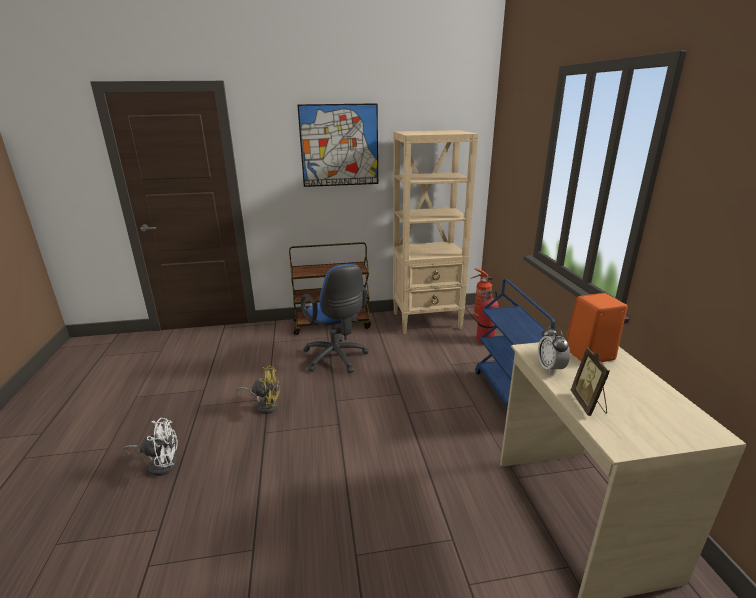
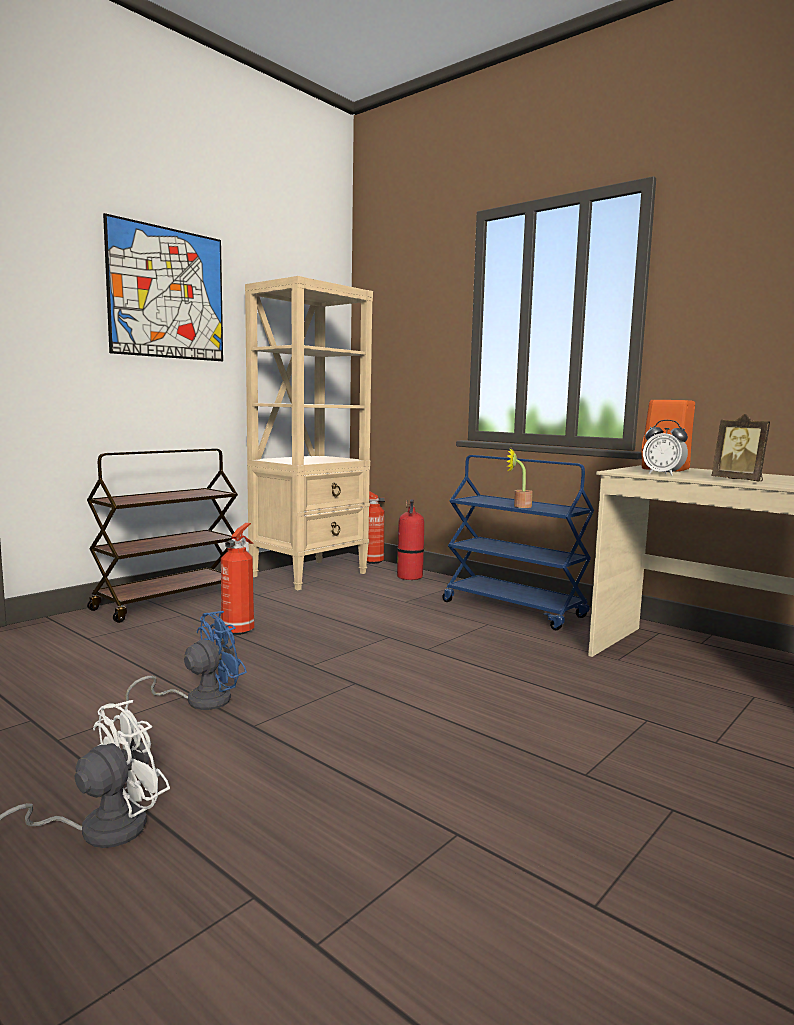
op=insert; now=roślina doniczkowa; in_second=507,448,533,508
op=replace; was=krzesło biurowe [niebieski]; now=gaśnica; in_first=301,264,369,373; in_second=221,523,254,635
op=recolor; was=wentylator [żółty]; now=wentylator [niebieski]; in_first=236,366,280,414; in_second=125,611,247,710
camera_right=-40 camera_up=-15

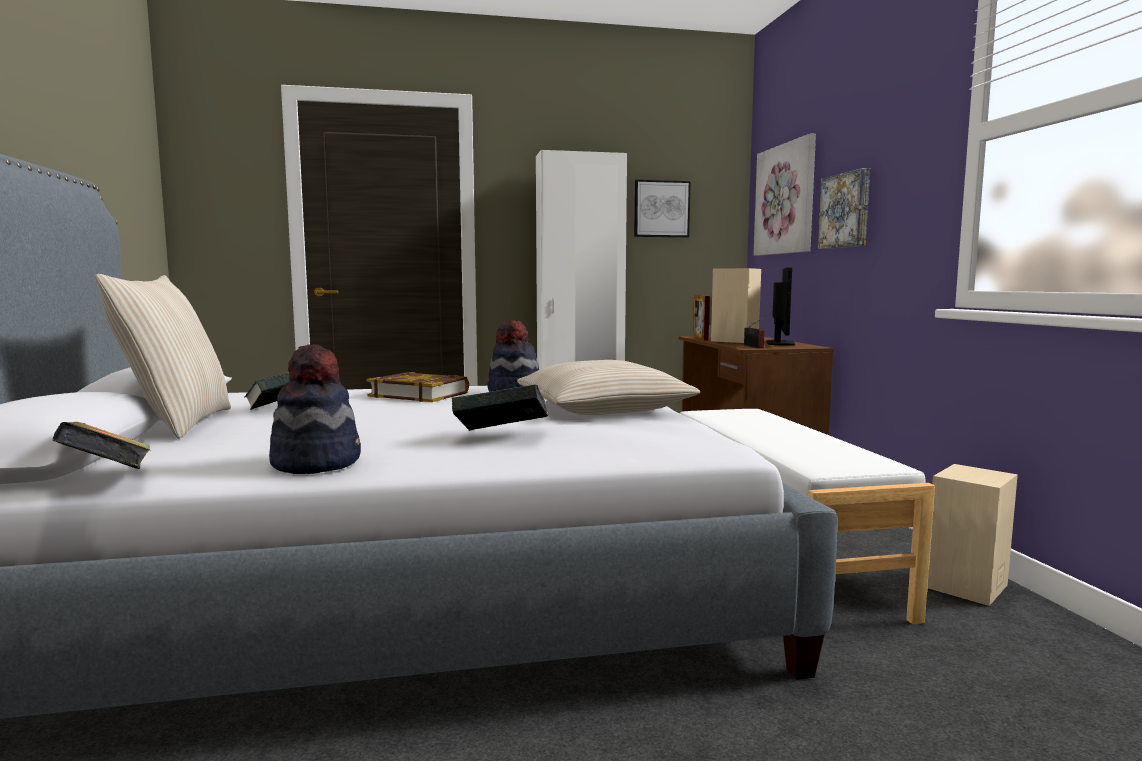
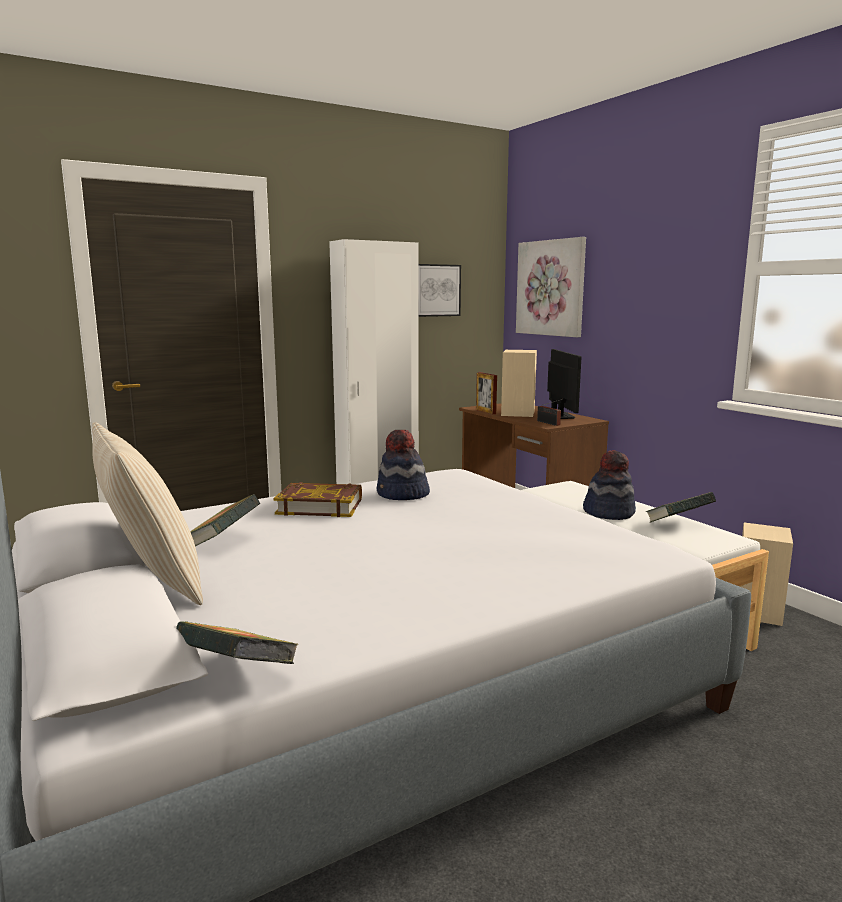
op=delete; was=poduszka [beżowy]; in_first=517,360,700,415
op=delete; was=obraz; in_first=818,168,870,249
op=move; was=kapelusz; in_first=269,344,361,474; in_second=583,450,636,520
op=move; was=książka; in_first=452,384,548,431; in_second=645,492,716,522
camera_right=-20 camera_up=5

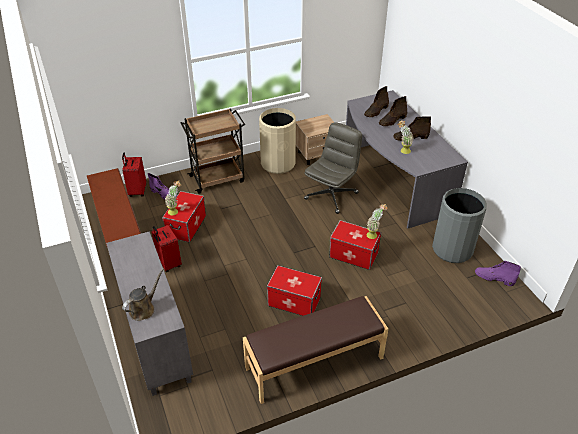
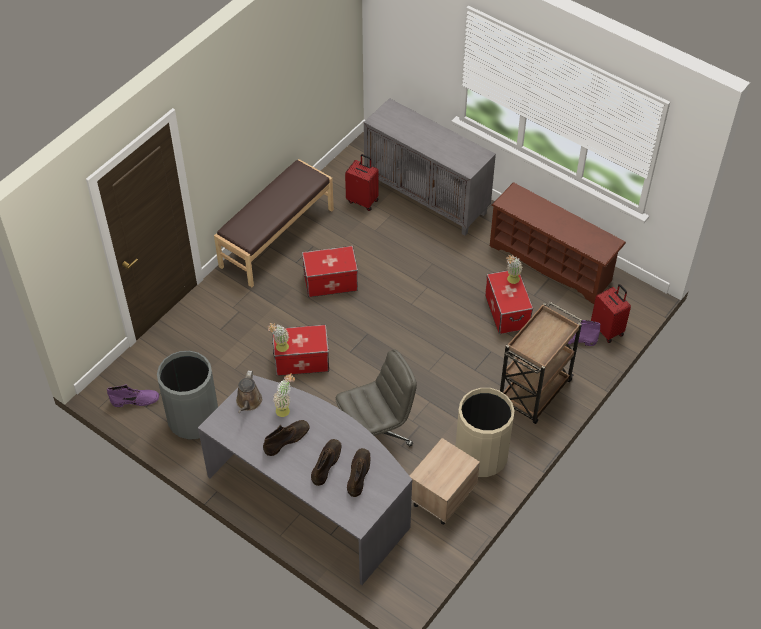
op=move; was=konewka [brązowy]; in_first=122,268,164,321; in_second=236,370,262,413
op=move; was=walizka [czerwony]; in_first=151,225,182,272; in_second=345,154,379,211
op=rotate; was=krzesło biurowe [szary]; in_first=304,123,362,214; in_second=336,349,417,446; clockwise=-120
camera_right=150 camera_up=10

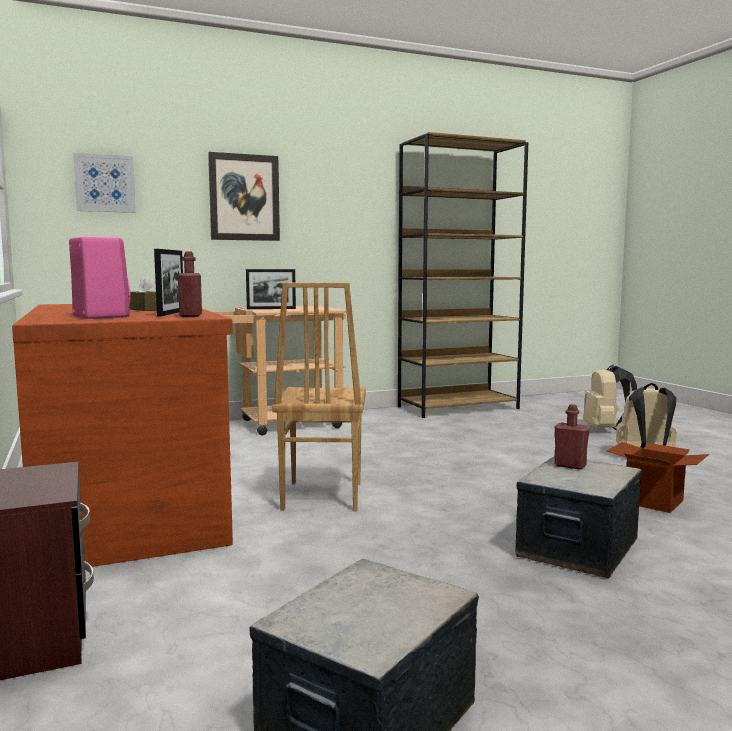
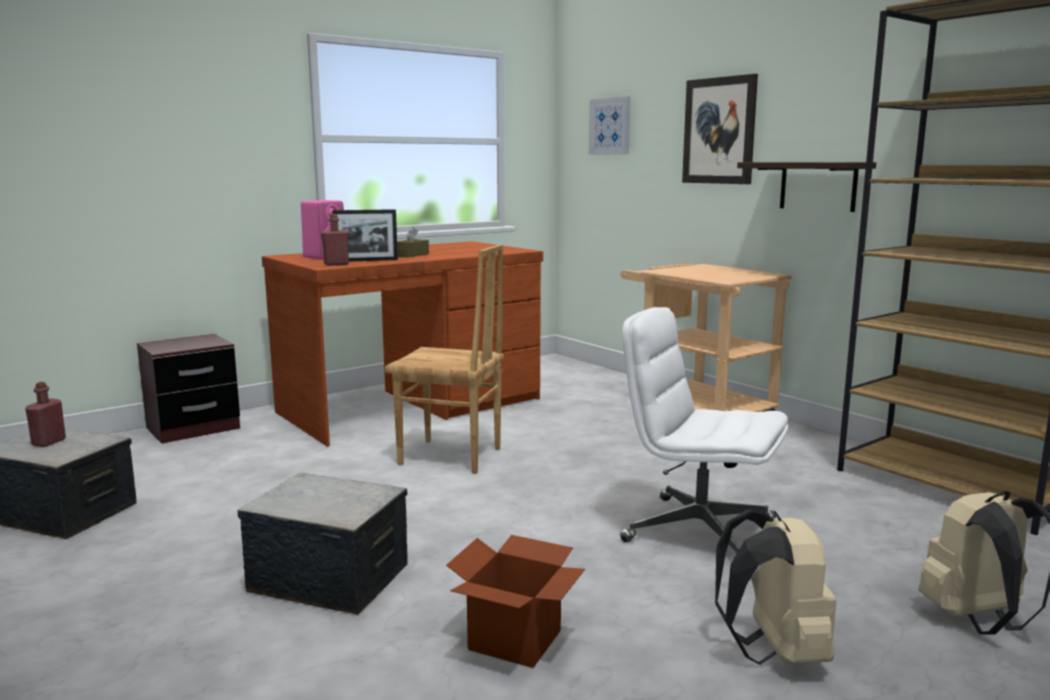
op=delete; was=ramka na zdjęcie; in_first=246,269,296,309
op=insert; now=krzesło biurowe [biały]; in_second=620,307,788,559
op=insert; now=półka; in_second=737,162,876,212
op=move; was=butelka [czerwony]; in_first=554,404,590,470; in_second=25,382,66,447
op=rotate; was=krzesło [brązowy]; in_first=272,283,366,511; in_second=385,244,504,474; clockwise=-150
camera_right=75 camera_up=5

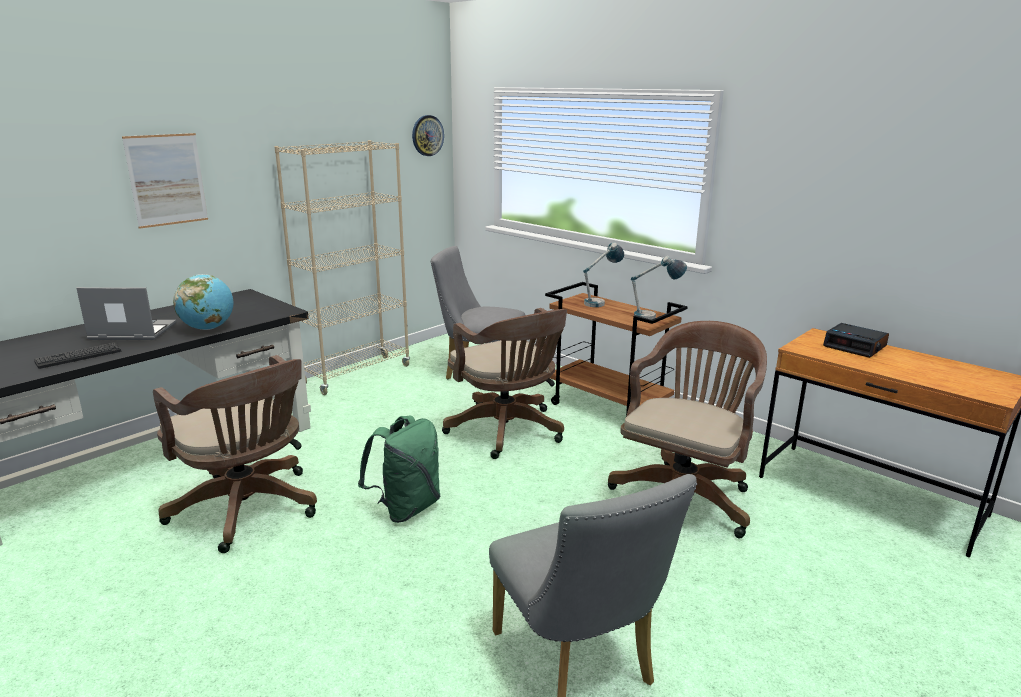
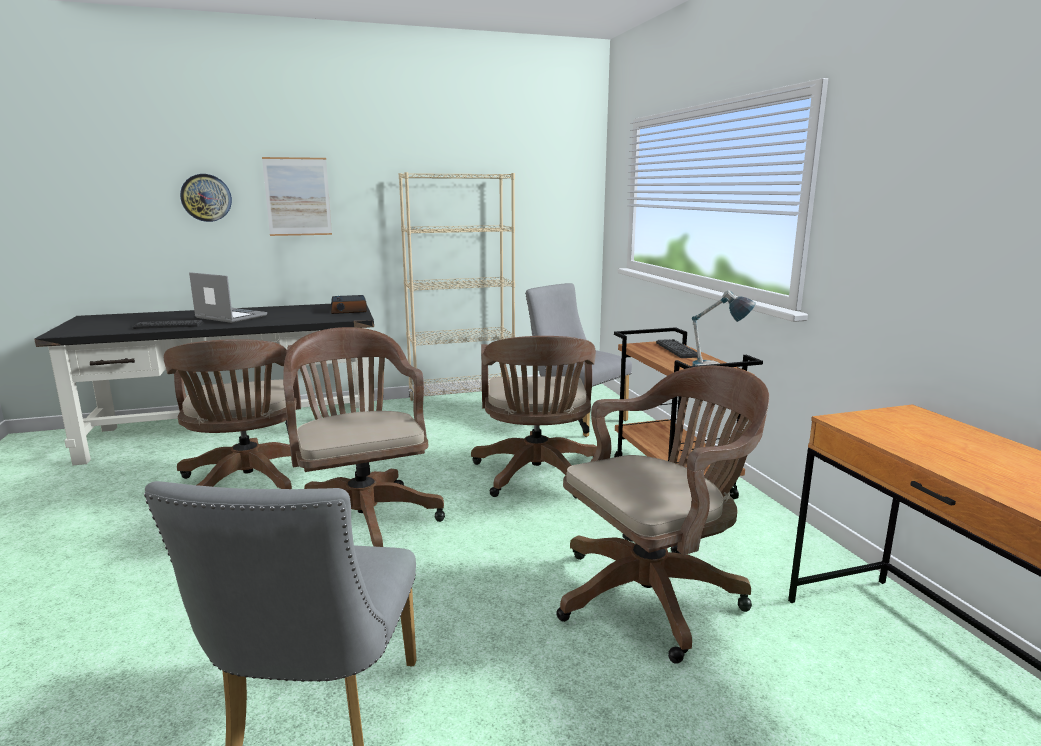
op=delete; was=globus; in_first=173,274,233,330
op=move; was=zegar ścienny; in_first=412,115,444,156; in_second=180,174,232,222
op=move; was=budzik; in_first=823,323,889,358; in_second=331,295,367,314
op=replace; was=plecak [zielony]; now=krzesło biurowe [brązowy]; in_first=358,416,441,523; in_second=283,327,445,547
op=replace; was=lampa stołowa; now=klawiatura; in_first=583,242,624,307; in_second=656,339,698,358
camera_right=30 camera_up=-5

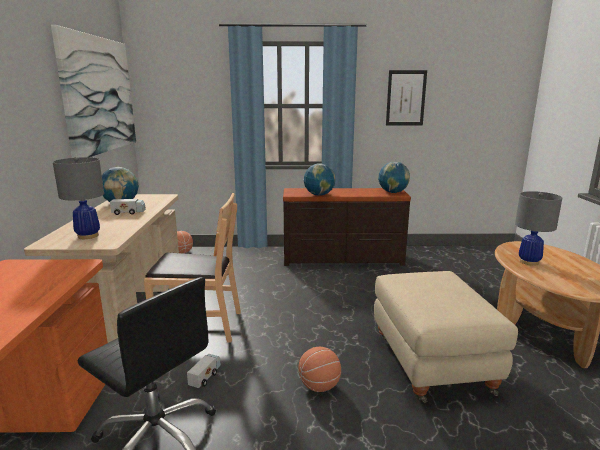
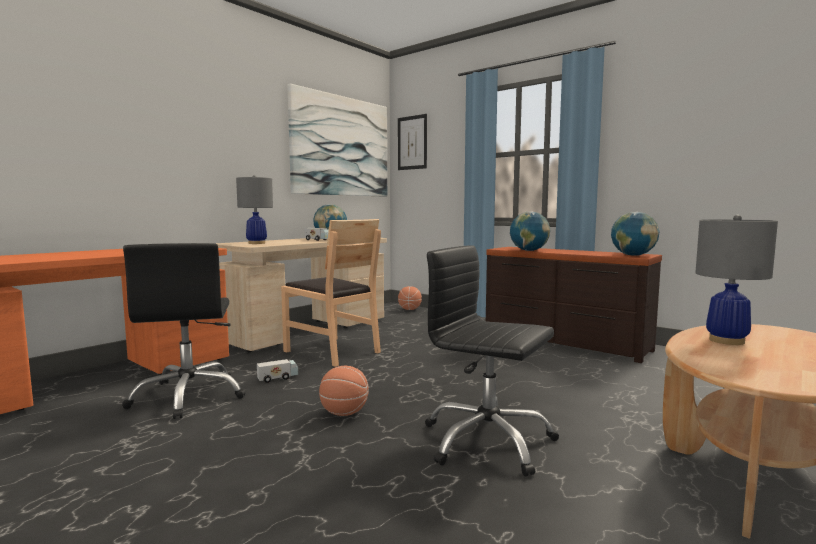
op=move; was=obraz; in_first=386,70,427,125; in_second=398,114,427,170
op=replace; was=pufa [beżowy]; now=krzesło biurowe [czarny]; in_first=374,271,518,403; in_second=425,245,559,477
camera_right=40 camera_up=-10

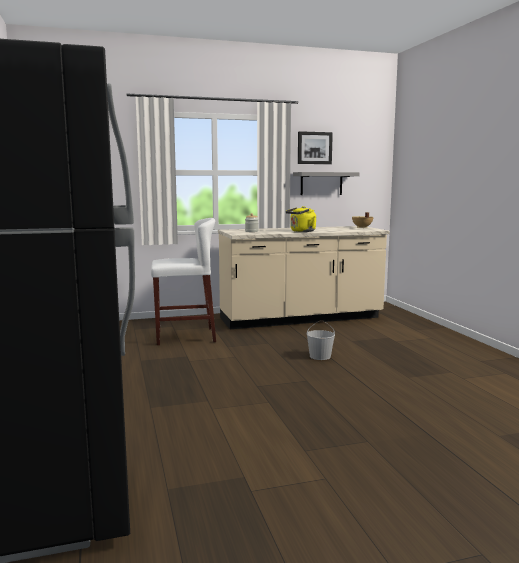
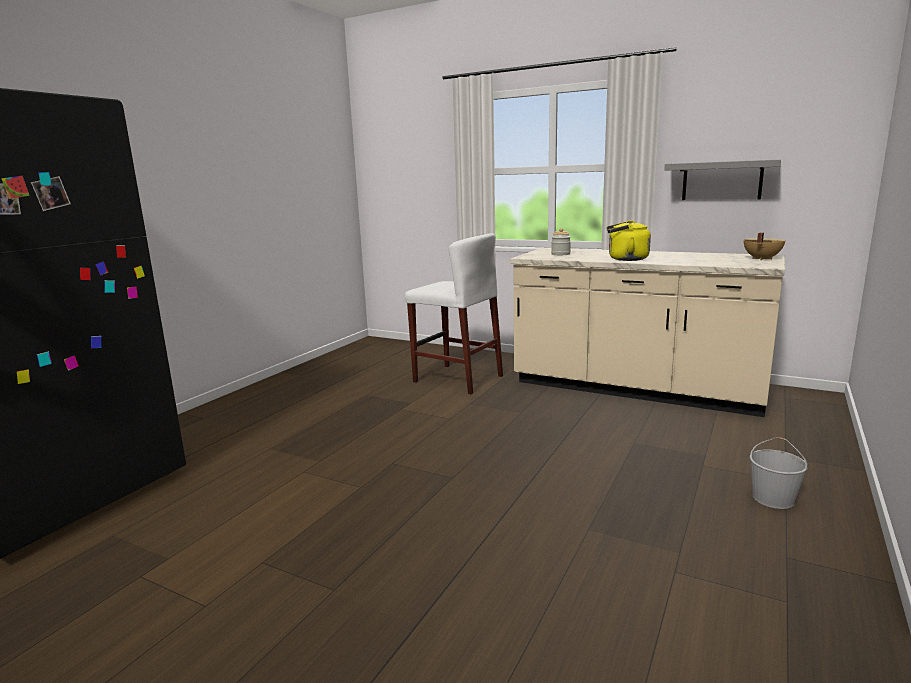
op=delete; was=obraz; in_first=298,131,333,164
op=move; was=wiadro [biały]; in_first=307,320,335,360; in_second=750,437,808,509
camera_right=45 camera_up=5

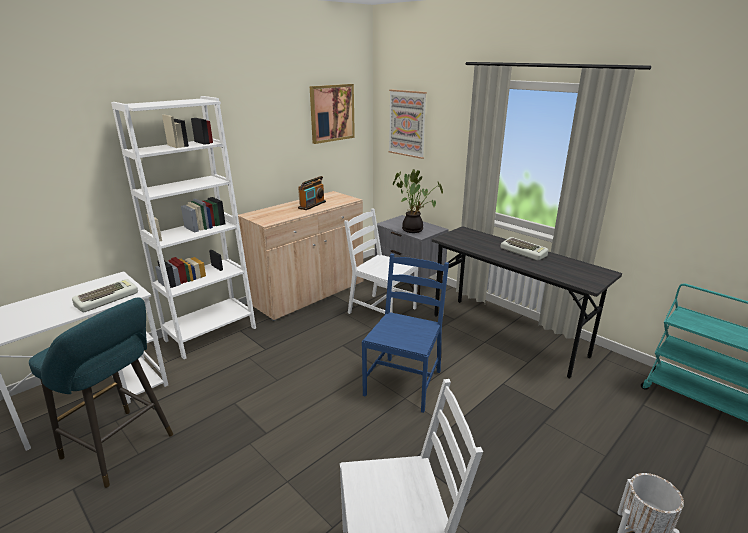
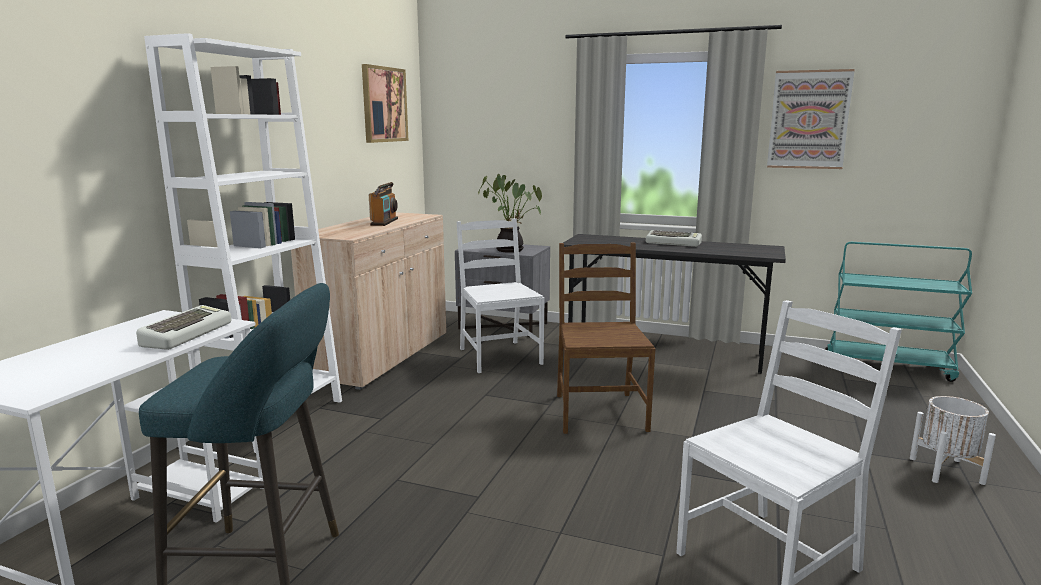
op=move; was=obraz; in_first=388,89,427,159; in_second=767,69,855,169
op=recolor; was=krzesło [niebieski]; now=krzesło [brązowy]; in_first=362,253,449,413; in_second=557,242,655,434
op=rotate; was=krzesło [biały]; in_first=344,208,418,314; in_second=456,218,545,373; clockwise=60
camera_right=-25 camera_up=-10

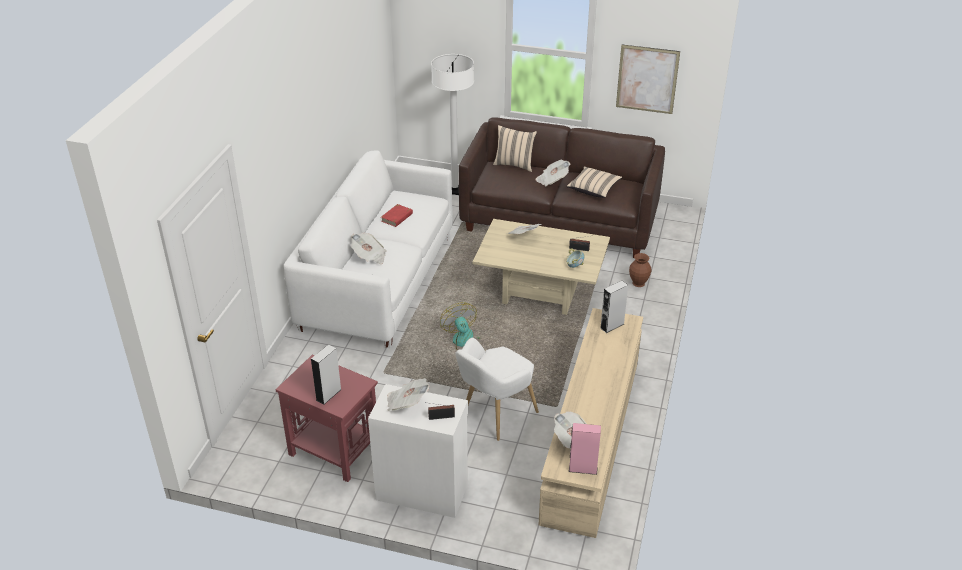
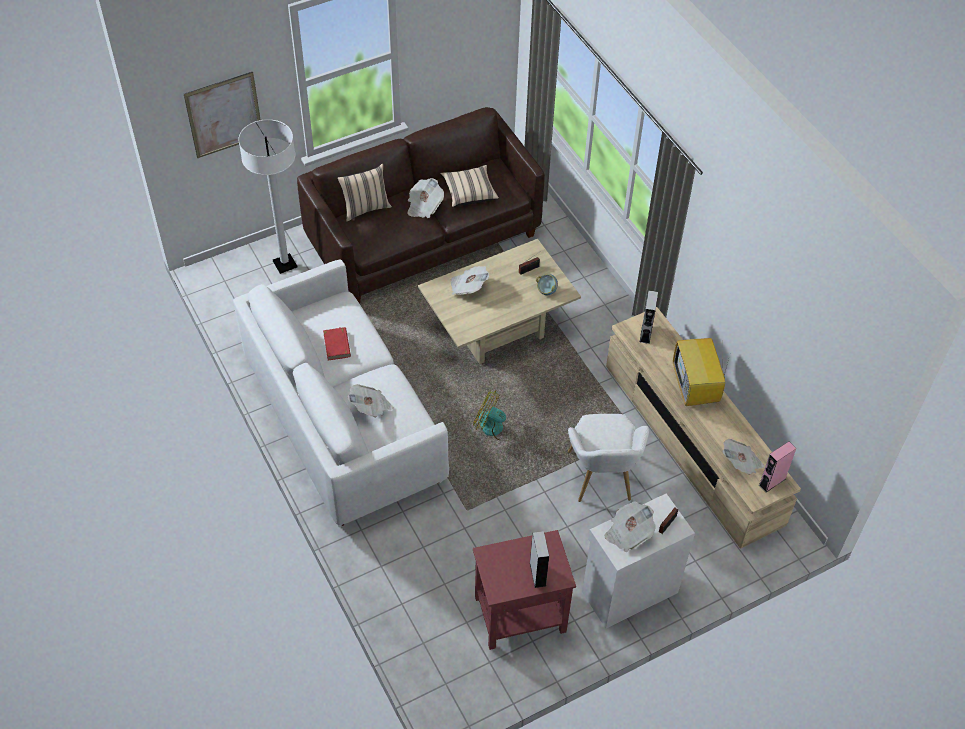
op=delete; was=wazon [brązowy]; in_first=629,253,651,287
op=insert; now=telewizor; in_second=673,335,729,406
op=move; was=obraz; in_first=616,45,680,114; in_second=184,72,261,158
camera_right=-45 camera_up=15

